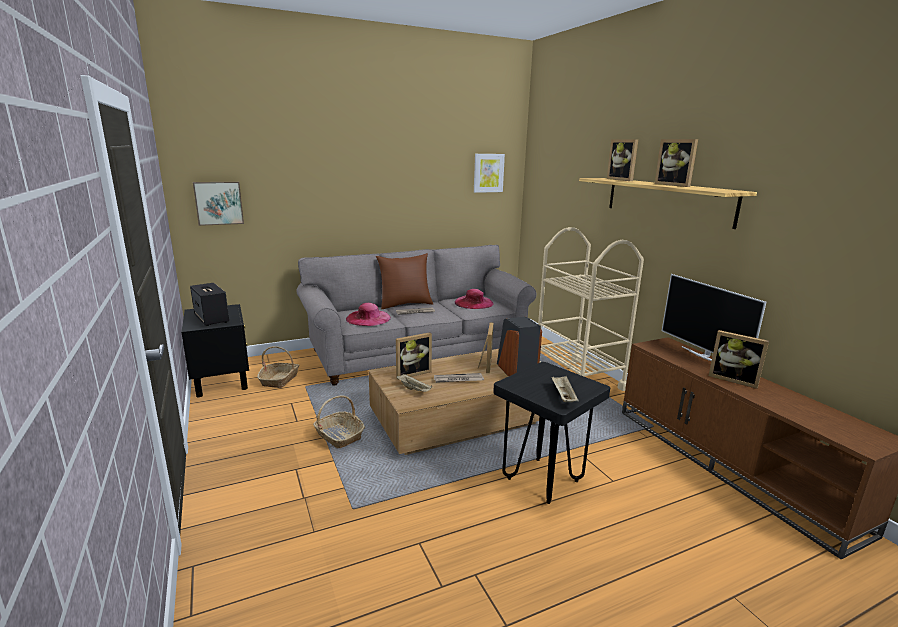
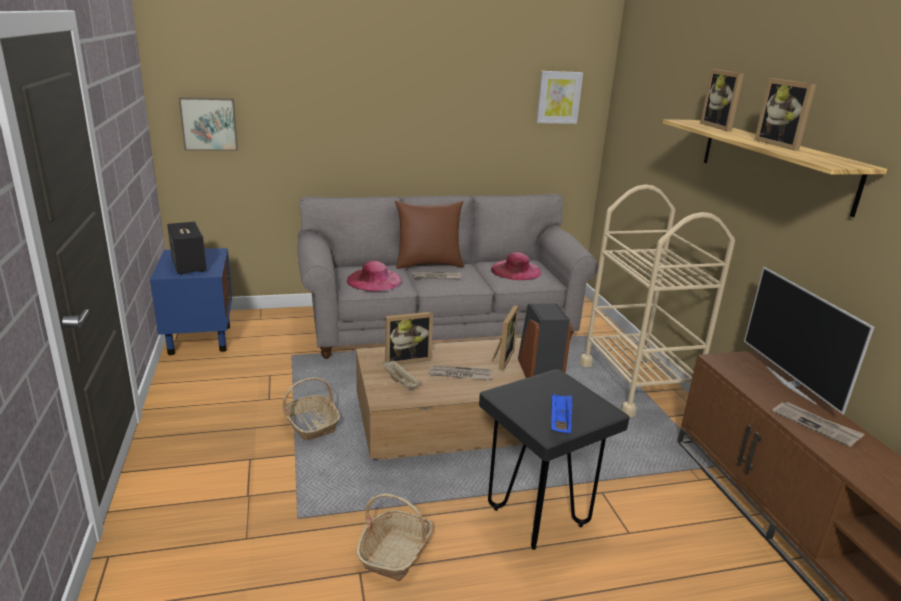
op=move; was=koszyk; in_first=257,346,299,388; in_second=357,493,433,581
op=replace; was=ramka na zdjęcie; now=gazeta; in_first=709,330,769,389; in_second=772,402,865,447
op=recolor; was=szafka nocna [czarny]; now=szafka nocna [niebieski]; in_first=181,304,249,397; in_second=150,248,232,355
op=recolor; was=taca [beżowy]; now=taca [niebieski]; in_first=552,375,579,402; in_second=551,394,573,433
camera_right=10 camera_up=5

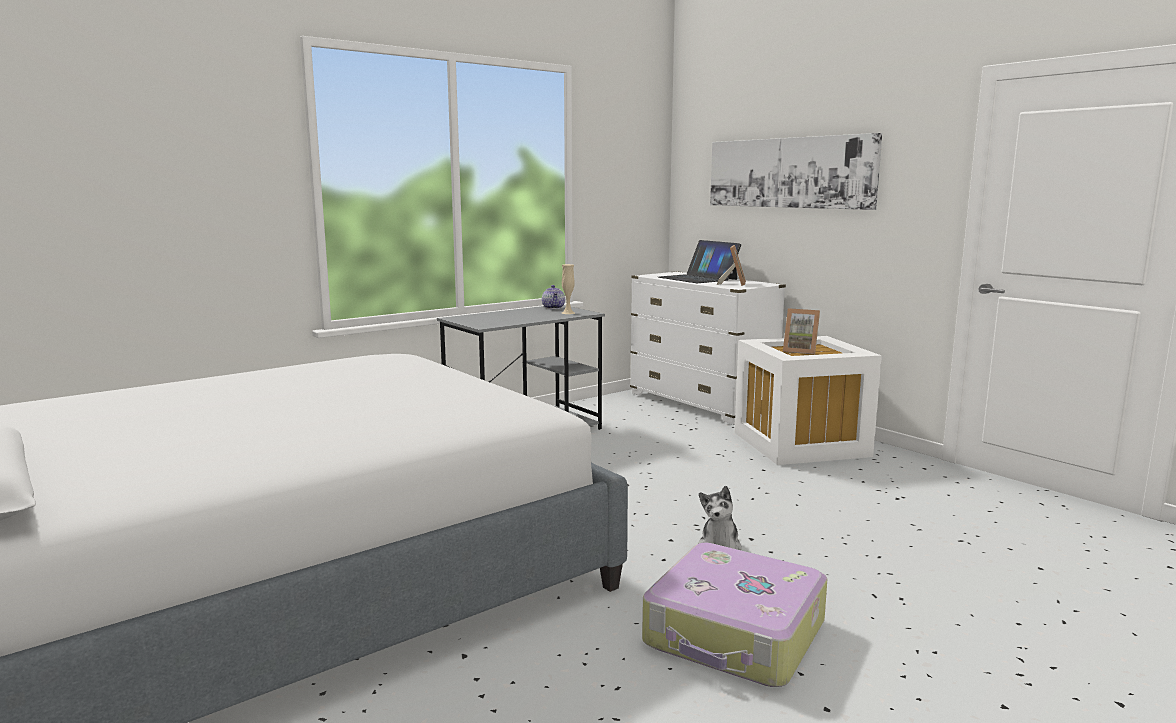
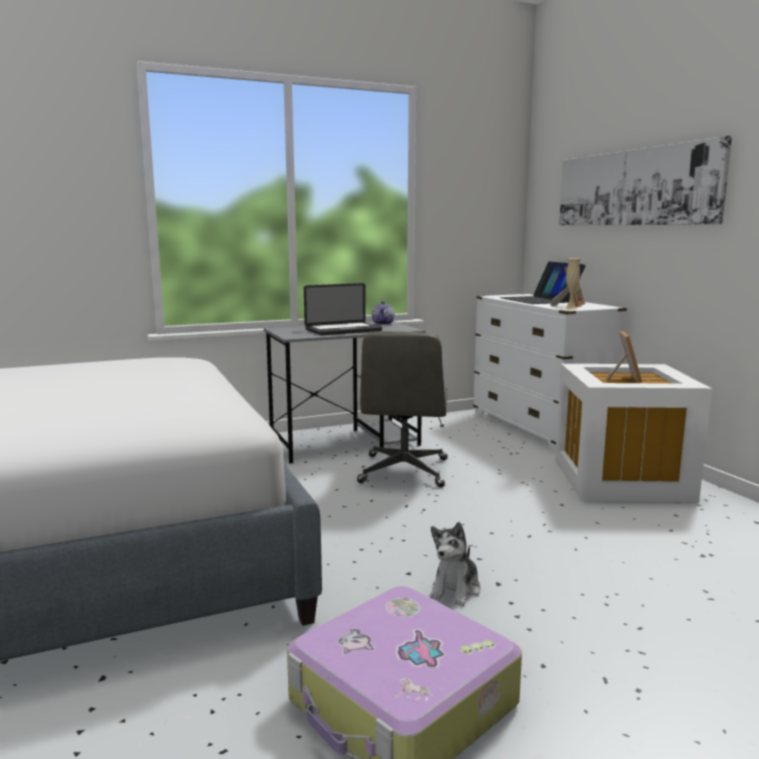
op=insert; now=laptop; in_second=304,283,382,335
op=insert; now=krzesło biurowe [szary]; in_second=357,331,448,487
op=move; was=wazon [beżowy]; in_first=562,264,575,314; in_second=564,258,580,310
op=rotate; was=ramka na zdjęcie; in_first=783,308,820,355; in_second=605,331,642,383; clockwise=-120
camera_right=15 camera_up=0

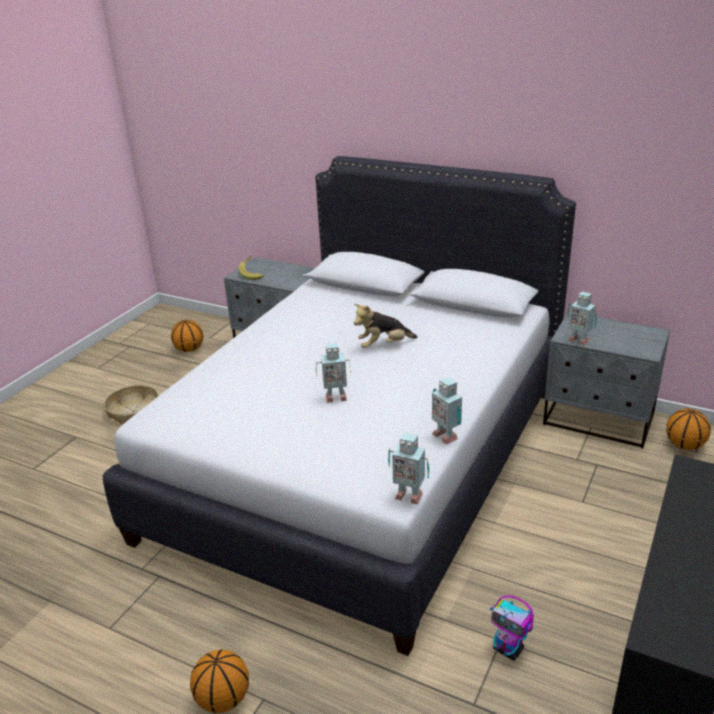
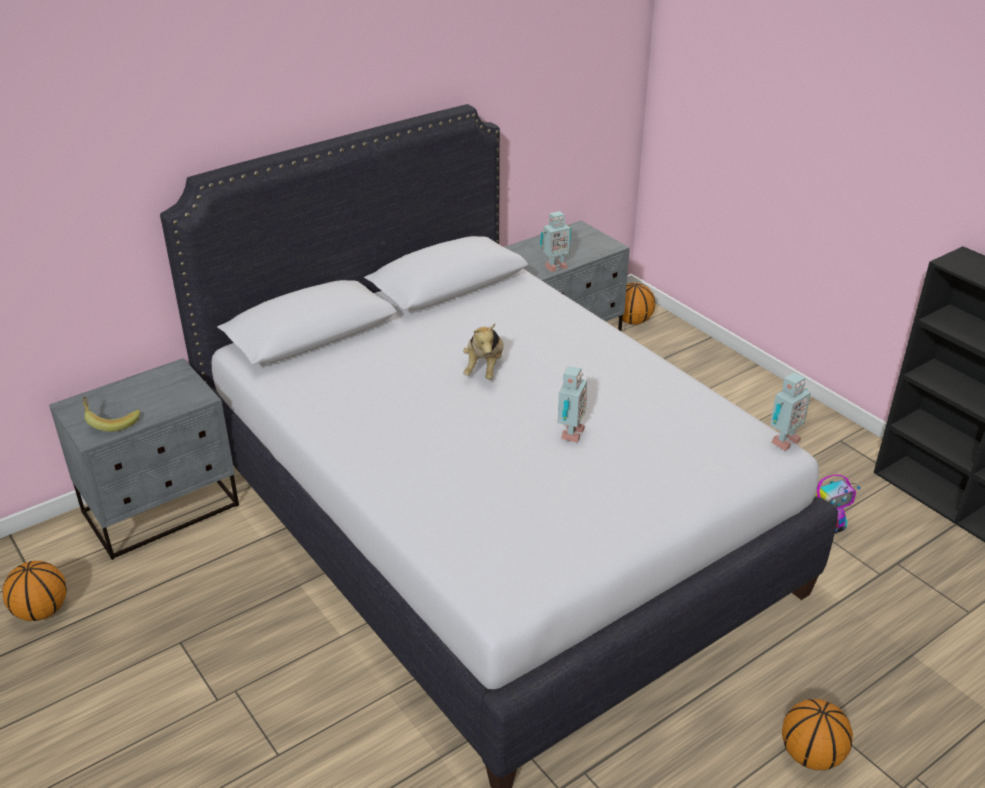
op=delete; was=koszyk; in_first=104,385,159,425
op=delete; was=robot zabawkowy; in_first=432,377,462,445
camera_right=-65 camera_up=5

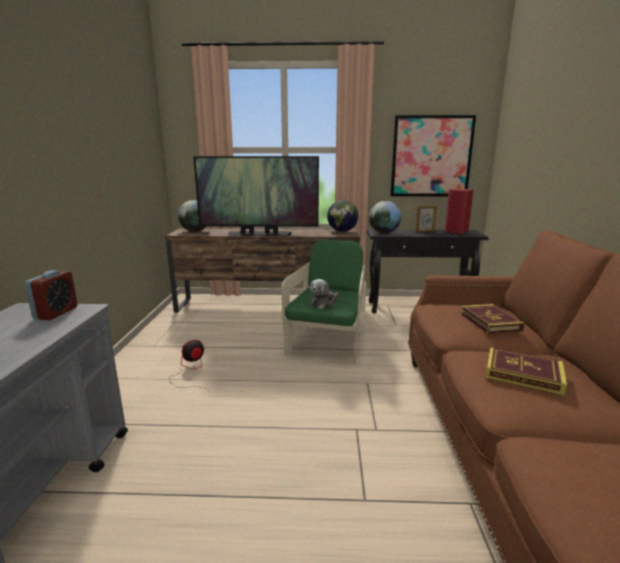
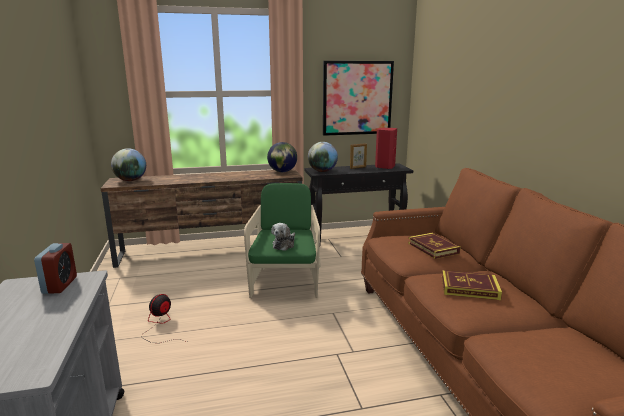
op=delete; was=telewizor; in_first=193,156,319,236
camera_right=-15 camera_up=0

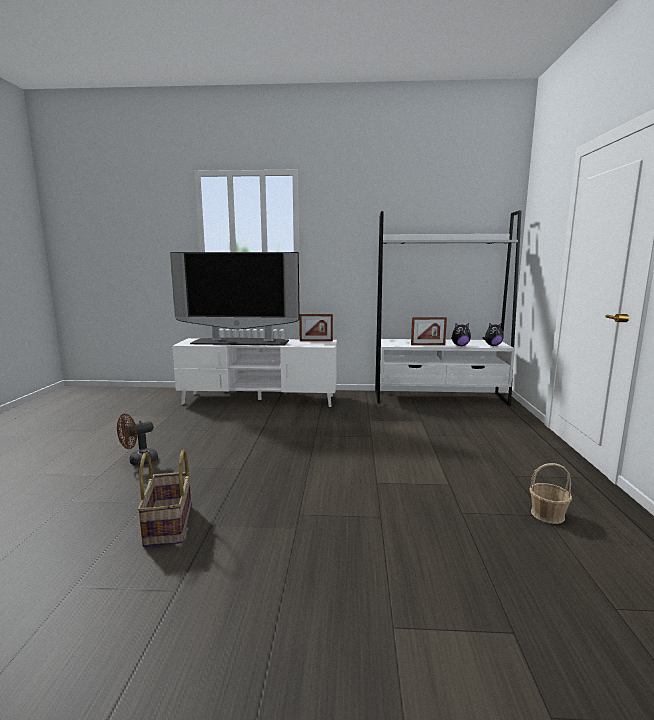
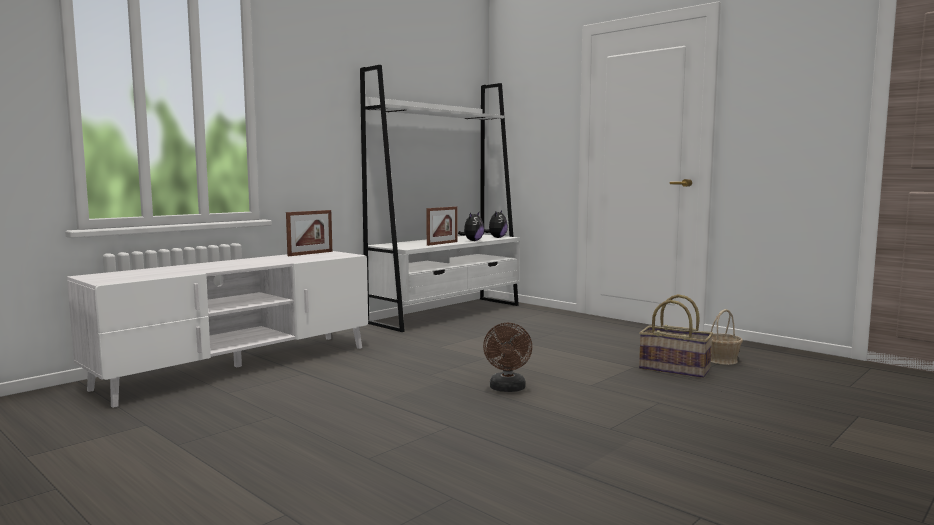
op=delete; was=telewizor; in_first=170,252,300,346
op=move; was=wentylator [brązowy]; in_first=117,414,158,466; in_second=483,323,532,392
op=move; was=koszyk; in_first=137,450,191,547; in_second=639,294,713,378
camera_right=-50 camera_up=-5

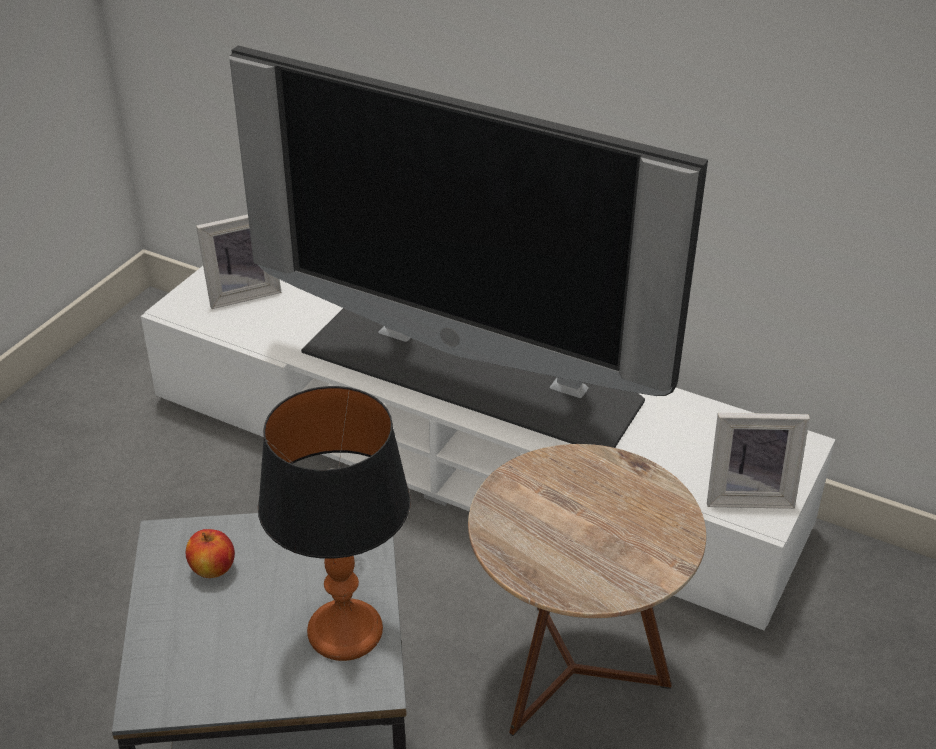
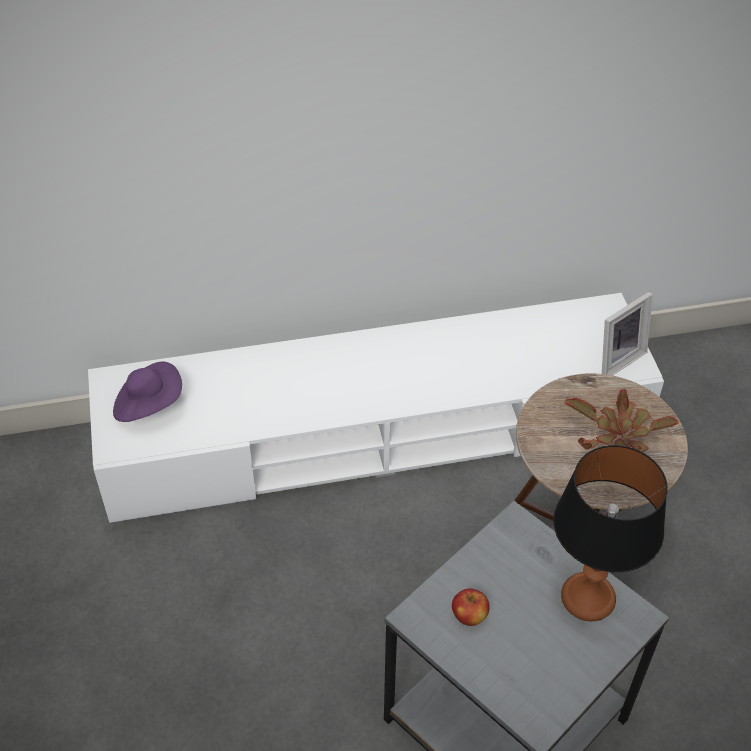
op=delete; was=telewizor; in_first=229,46,708,448
op=insert; now=roślina doniczkowa; in_second=564,389,678,452
op=replace; was=ramka na zdjęcie; now=kapelusz [fioletowy]; in_first=196,215,281,309; in_second=113,361,182,422
camera_right=-40 camera_up=10

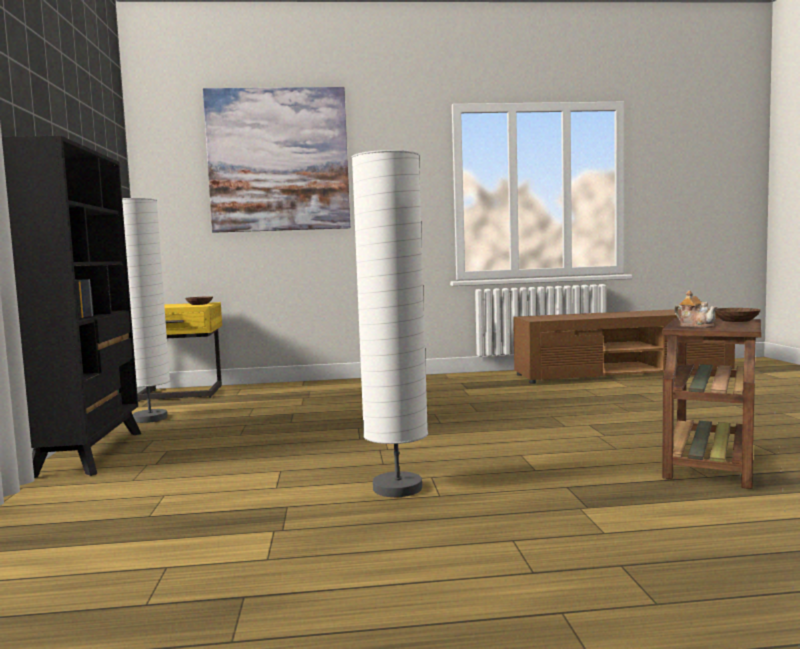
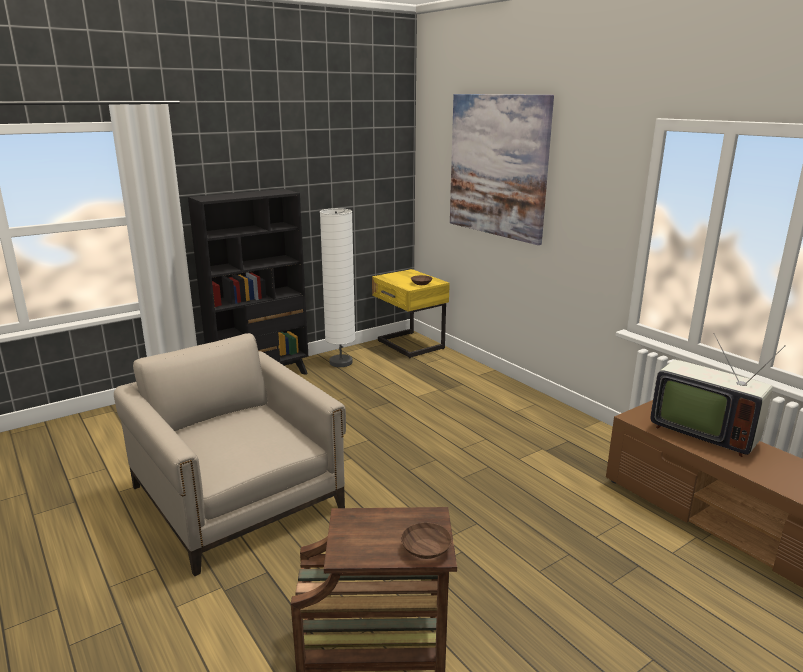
op=delete; was=imbryk; in_first=674,290,717,328
op=insert; now=telewizor; in_second=650,333,786,457
op=replace; was=lampa stojąca [biały]; now=fotel [beżowy]; in_first=352,150,428,497; in_second=114,333,346,576
camera_right=60 camera_up=15

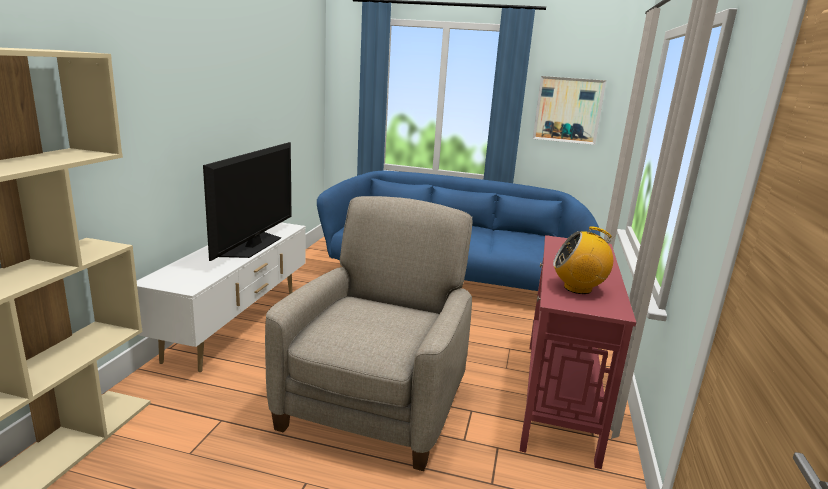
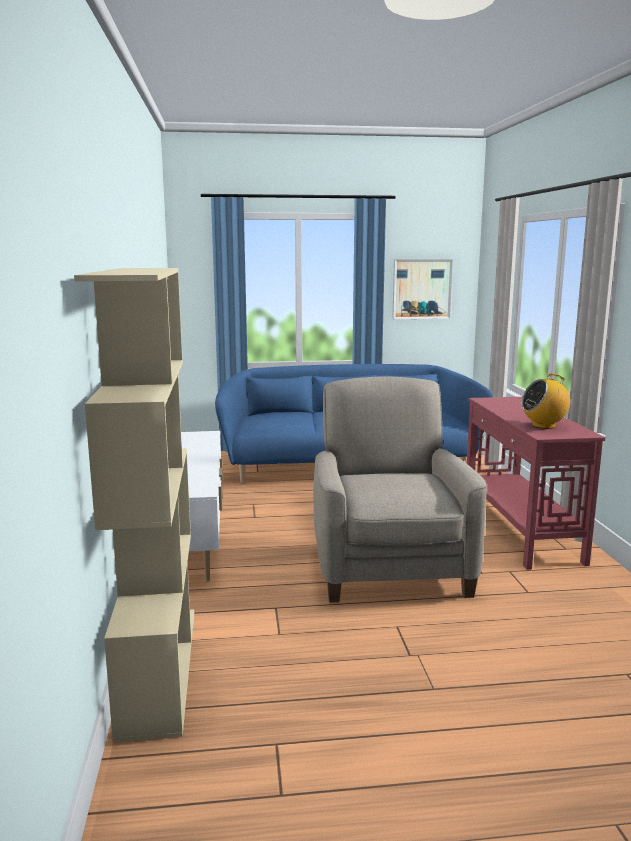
op=delete; was=telewizor; in_first=203,142,291,261
camera_right=-20 camera_up=-5

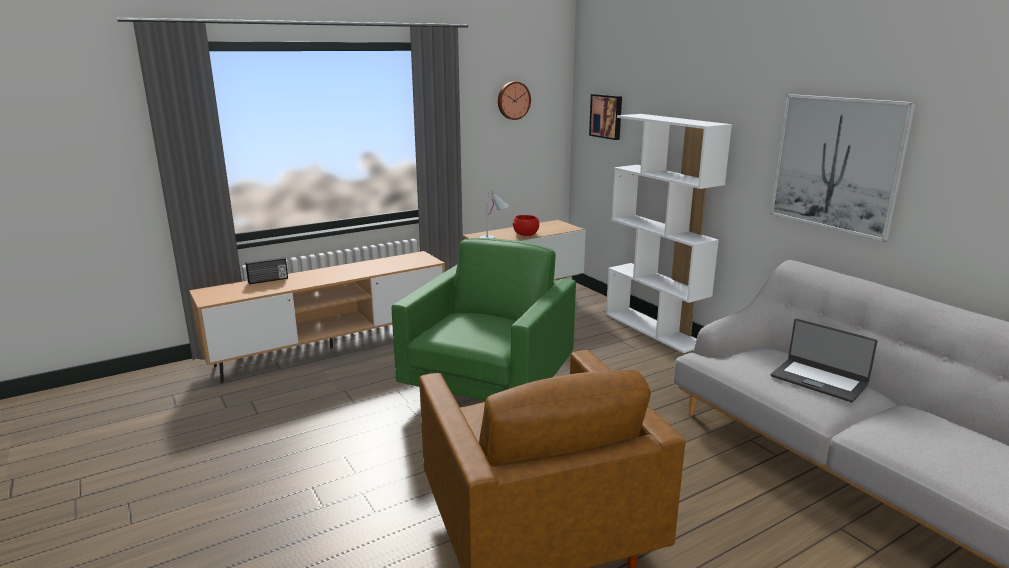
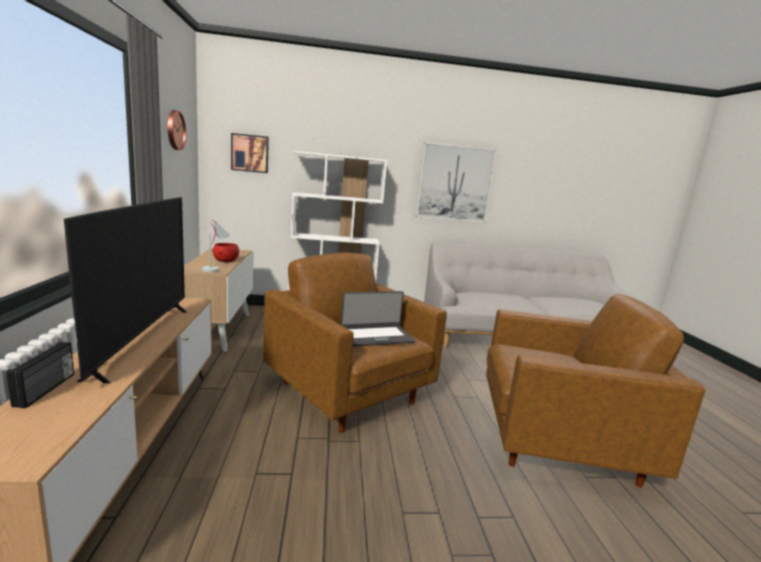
op=insert; now=telewizor; in_second=64,197,187,383
op=move; was=laptop; in_first=771,319,878,403; in_second=341,291,415,347
op=recolor; was=fotel [zielony]; now=fotel [brązowy]; in_first=392,238,576,401; in_second=263,253,447,433
camera_right=-65 camera_up=-5

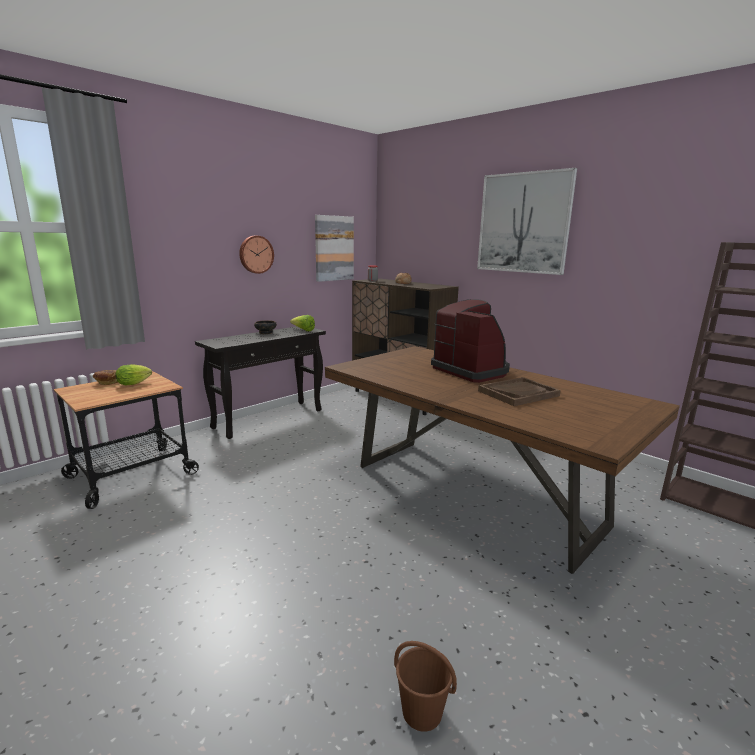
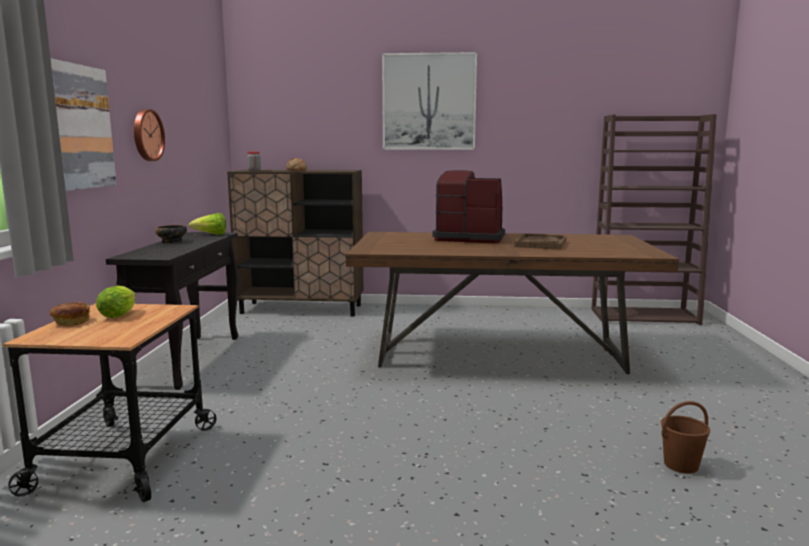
op=move; was=obraz; in_first=315,215,354,282; in_second=50,58,117,191
camera_right=-40 camera_up=-5

